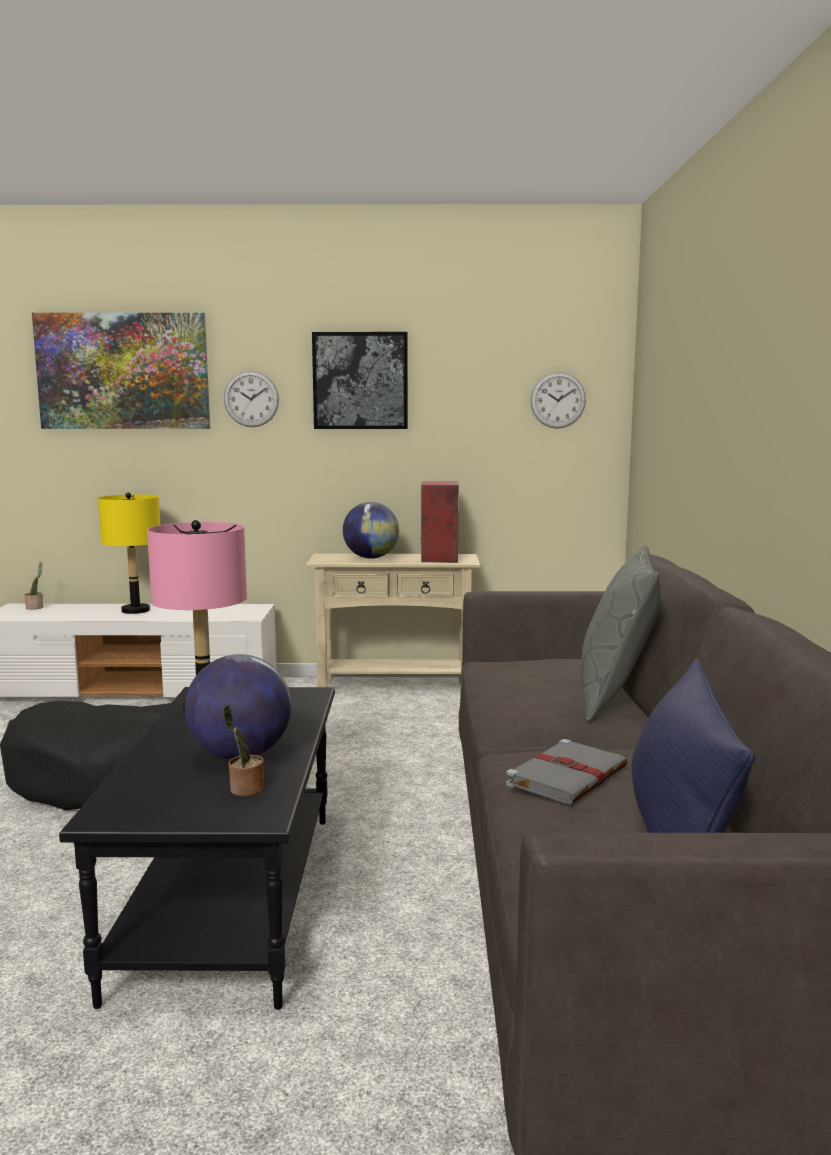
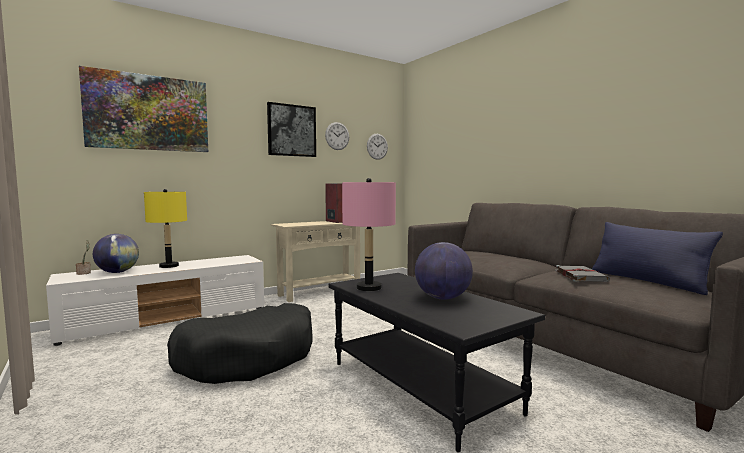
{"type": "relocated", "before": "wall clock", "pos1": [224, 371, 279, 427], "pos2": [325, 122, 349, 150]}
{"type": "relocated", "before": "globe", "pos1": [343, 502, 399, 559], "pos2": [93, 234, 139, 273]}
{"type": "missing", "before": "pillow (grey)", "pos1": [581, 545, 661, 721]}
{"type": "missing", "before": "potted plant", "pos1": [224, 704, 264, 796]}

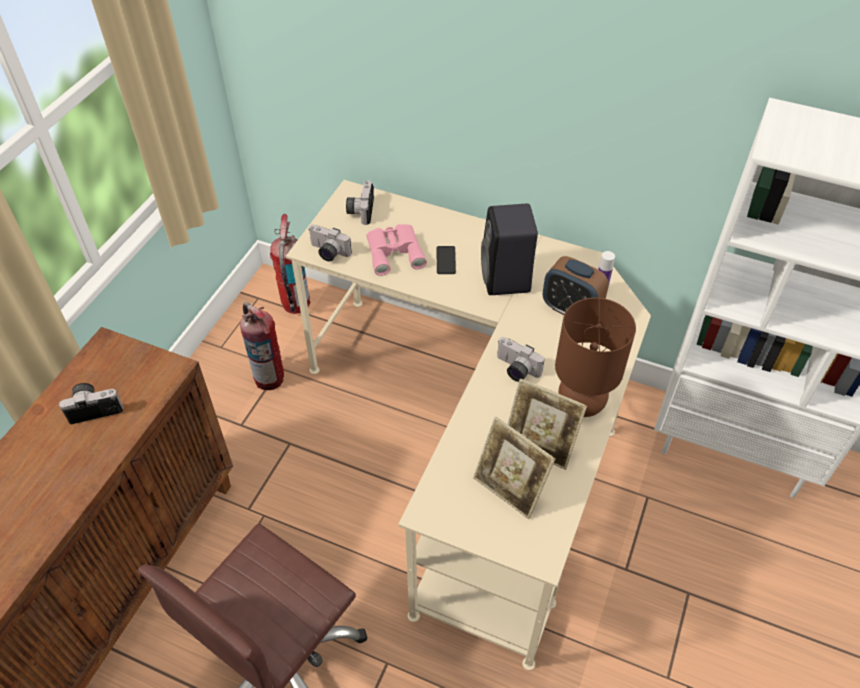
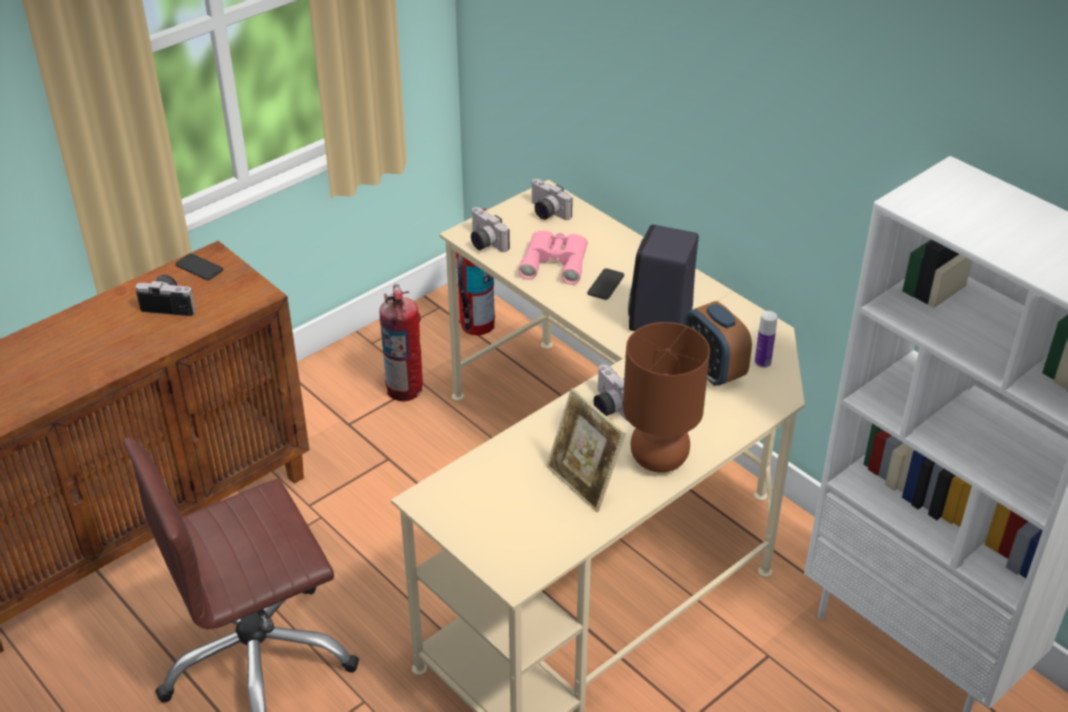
{"type": "spun", "before": "photo camera", "pos1": [346, 180, 374, 225], "pos2": [532, 179, 573, 220], "turn": -75}
{"type": "missing", "before": "picture frame", "pos1": [473, 417, 555, 519]}
{"type": "appeared", "after": "phone", "pos2": [176, 254, 223, 280]}

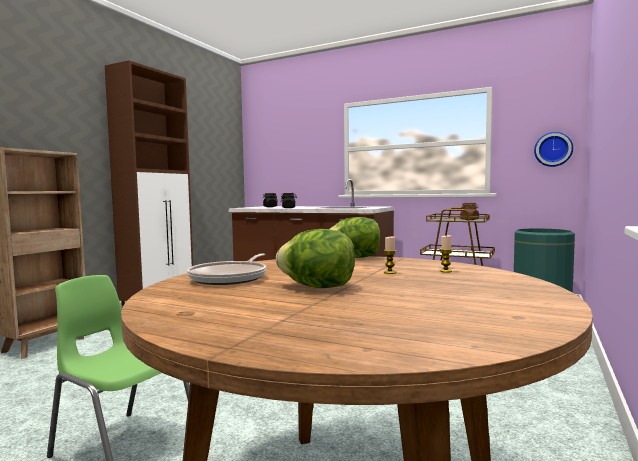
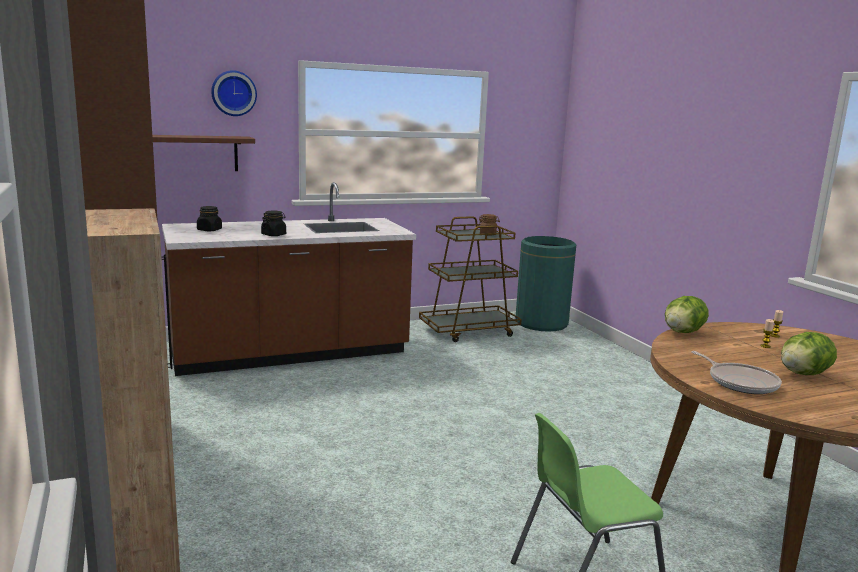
{"type": "relocated", "before": "wall clock", "pos1": [534, 132, 573, 167], "pos2": [211, 70, 257, 116]}
{"type": "appeared", "after": "shelf (brown)", "pos2": [152, 135, 255, 171]}

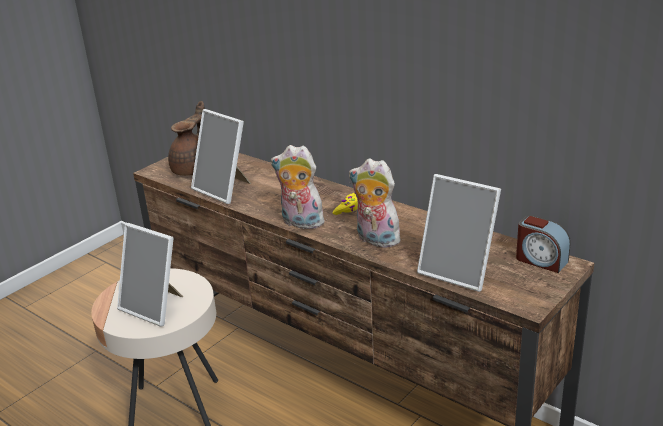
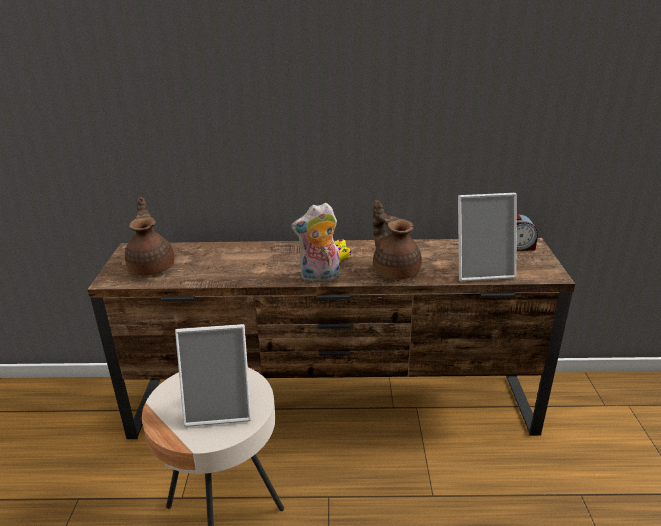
{"type": "missing", "before": "picture frame", "pos1": [191, 109, 251, 204]}
{"type": "exchanged", "before": "plush toy", "after": "teapot (brown)", "pos1": [349, 158, 401, 248], "pos2": [373, 200, 422, 279]}

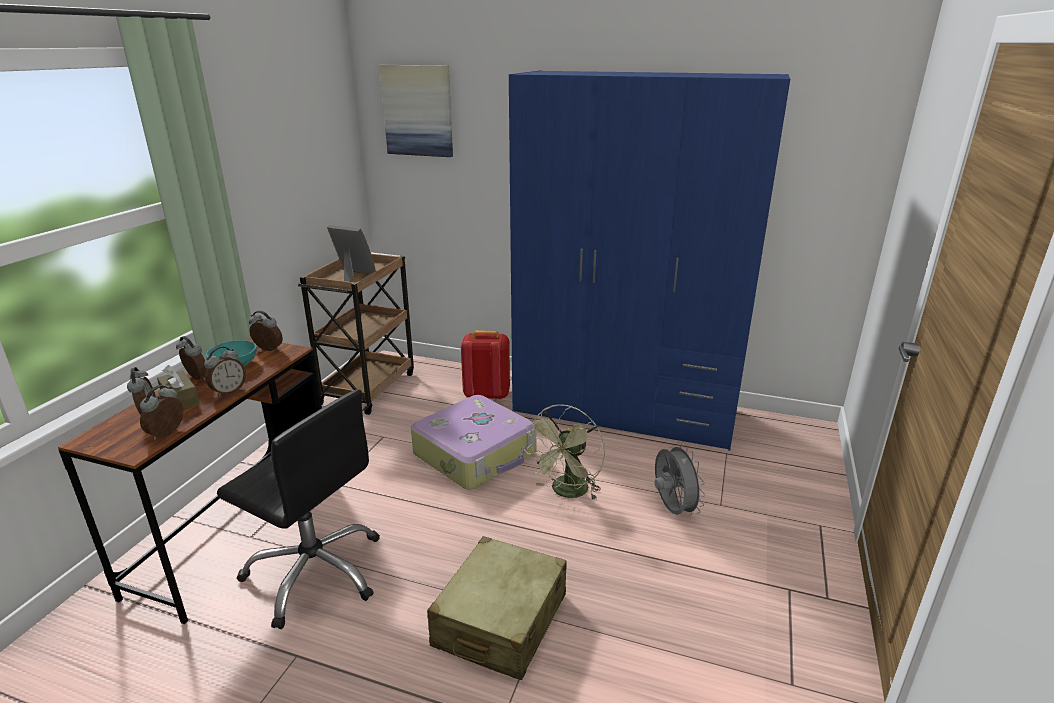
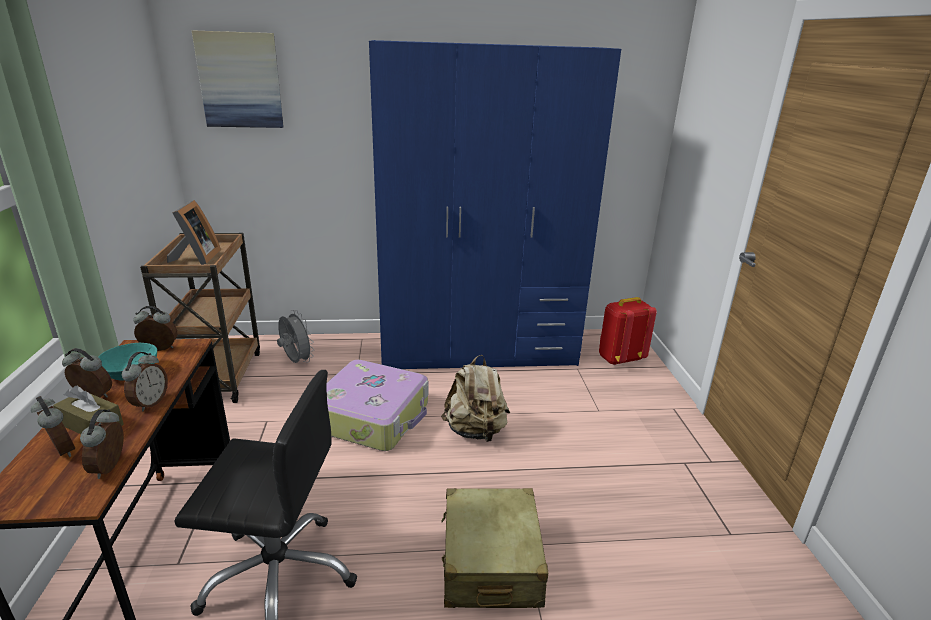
{"type": "spun", "before": "picture frame", "pos1": [327, 225, 376, 282], "pos2": [167, 200, 221, 265], "turn": 90}
{"type": "relocated", "before": "backpack (red)", "pos1": [461, 330, 510, 400], "pos2": [599, 297, 657, 365]}
{"type": "exchanged", "before": "fan (green)", "after": "backpack (beige)", "pos1": [524, 404, 605, 501], "pos2": [441, 355, 510, 443]}
{"type": "relocated", "before": "fan (grey)", "pos1": [654, 442, 706, 516], "pos2": [277, 310, 314, 363]}

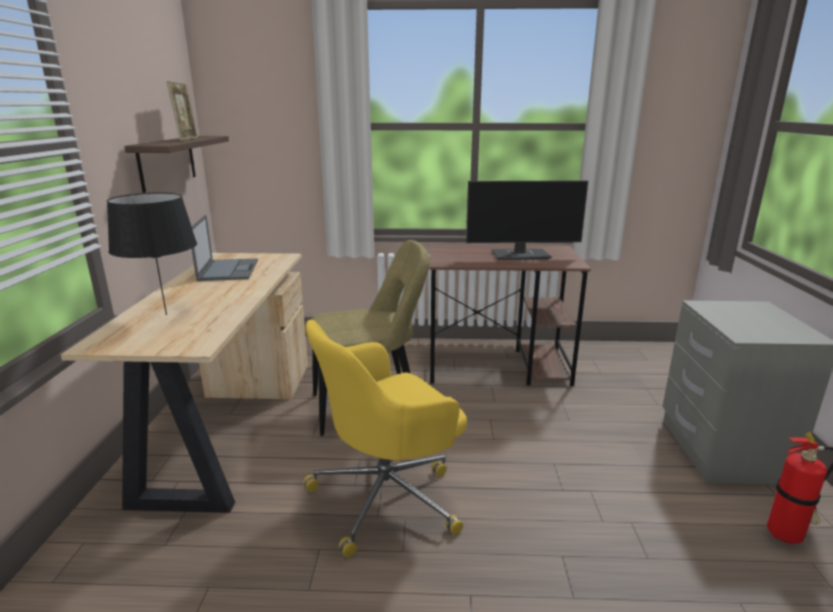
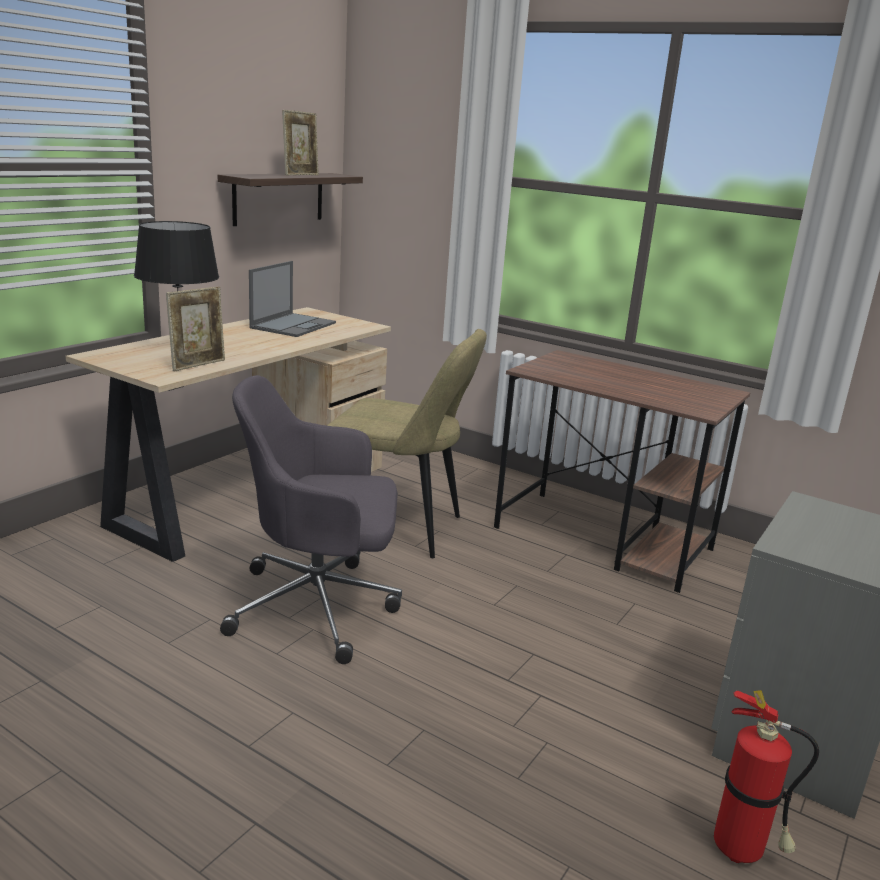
{"type": "missing", "before": "monitor", "pos1": [466, 180, 588, 260]}
{"type": "colour", "before": "office chair (yellow)", "after": "office chair (grey)", "pos1": [303, 320, 467, 558], "pos2": [220, 375, 402, 664]}
{"type": "appeared", "after": "picture frame", "pos2": [166, 287, 225, 372]}

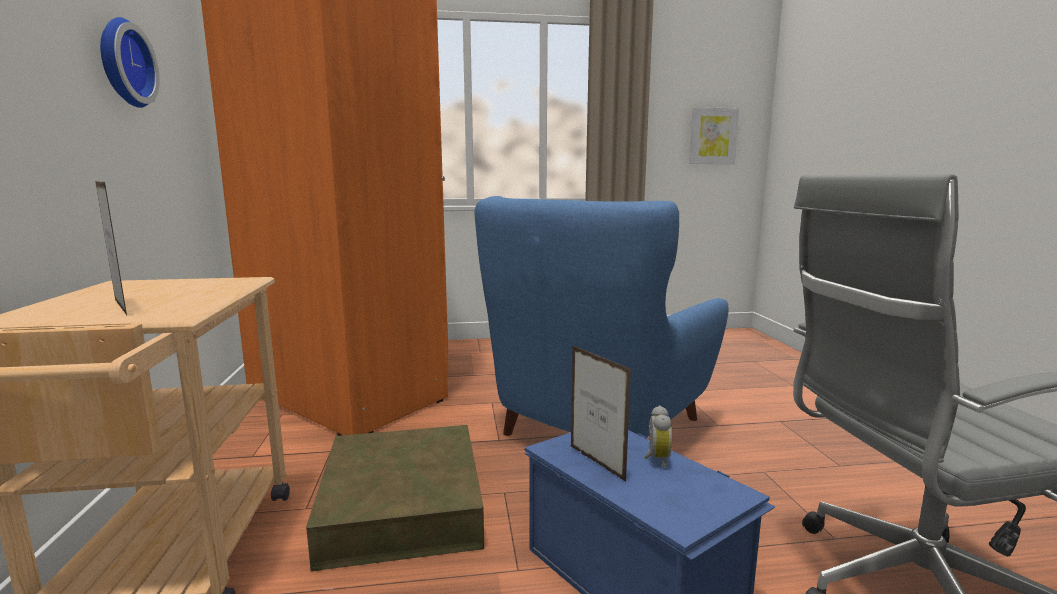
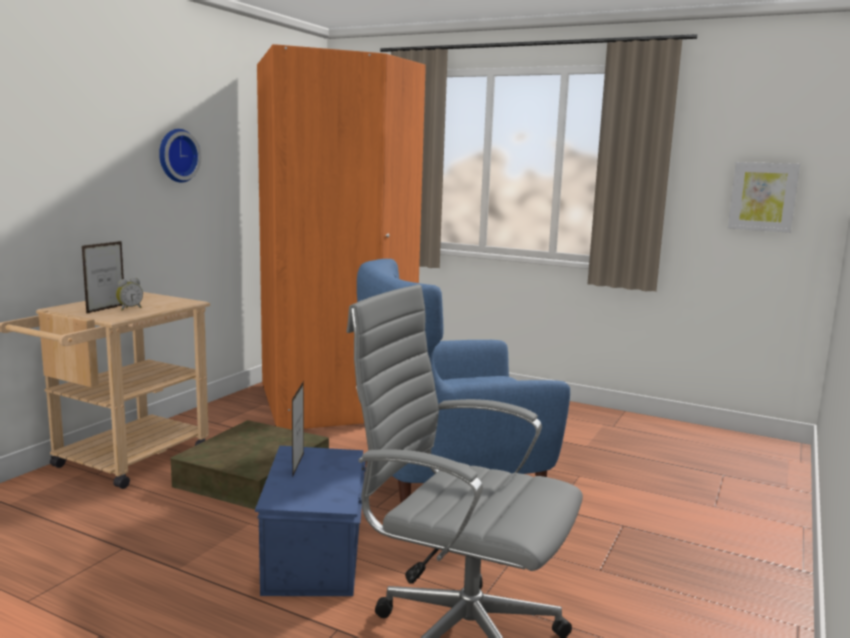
{"type": "spun", "before": "picture frame", "pos1": [95, 181, 127, 315], "pos2": [82, 241, 124, 314], "turn": -150}
{"type": "relocated", "before": "alarm clock", "pos1": [644, 405, 672, 468], "pos2": [116, 278, 143, 311]}

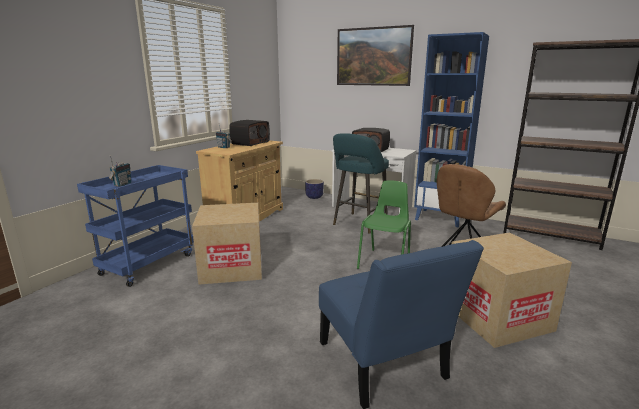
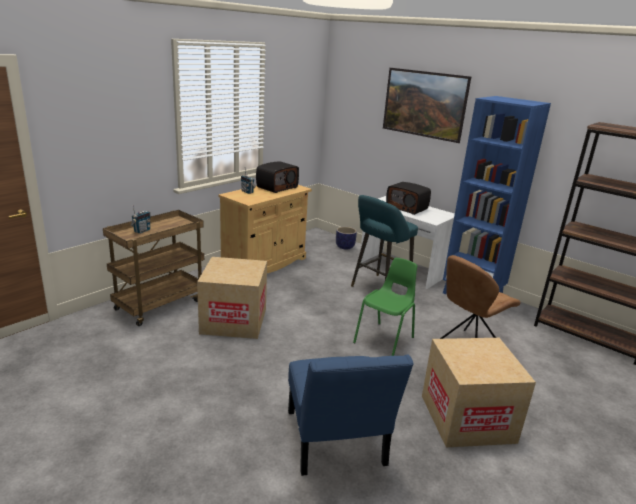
{"type": "colour", "before": "cart (blue)", "after": "cart (brown)", "pos1": [77, 165, 194, 287], "pos2": [103, 210, 204, 326]}

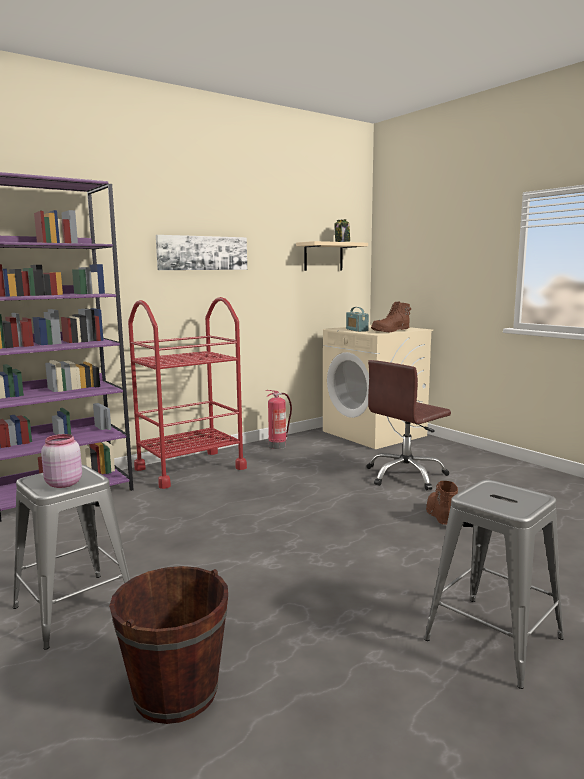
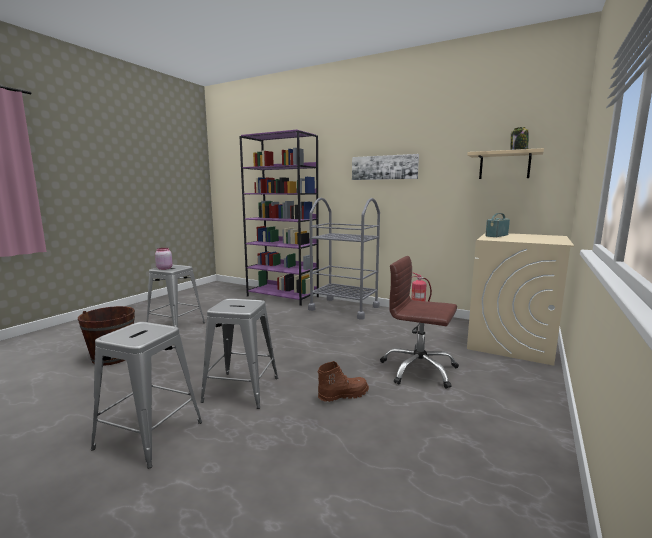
{"type": "colour", "before": "cart (red)", "after": "cart (grey)", "pos1": [128, 297, 247, 489], "pos2": [308, 198, 380, 320]}
{"type": "missing", "before": "boot (brown)", "pos1": [371, 301, 411, 332]}
{"type": "appeared", "after": "stool (grey)", "pos2": [200, 299, 278, 409]}

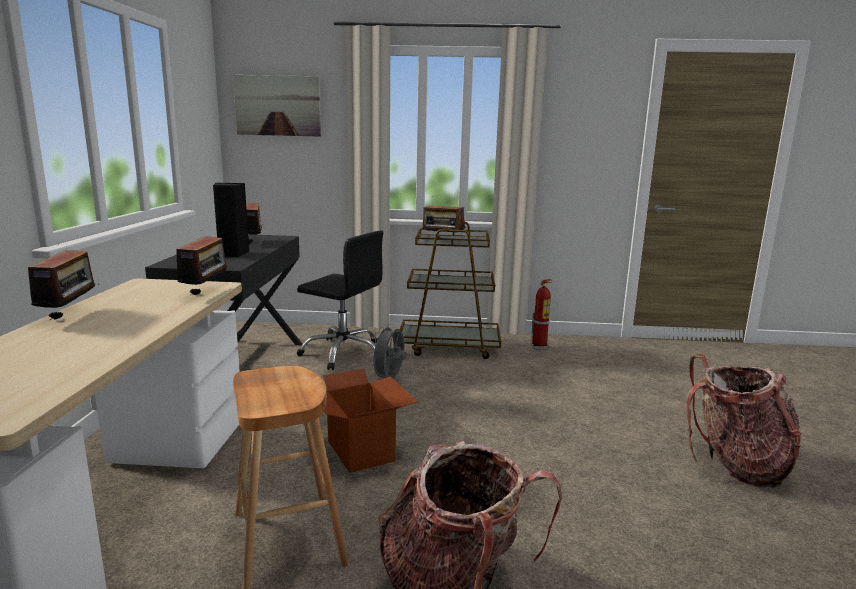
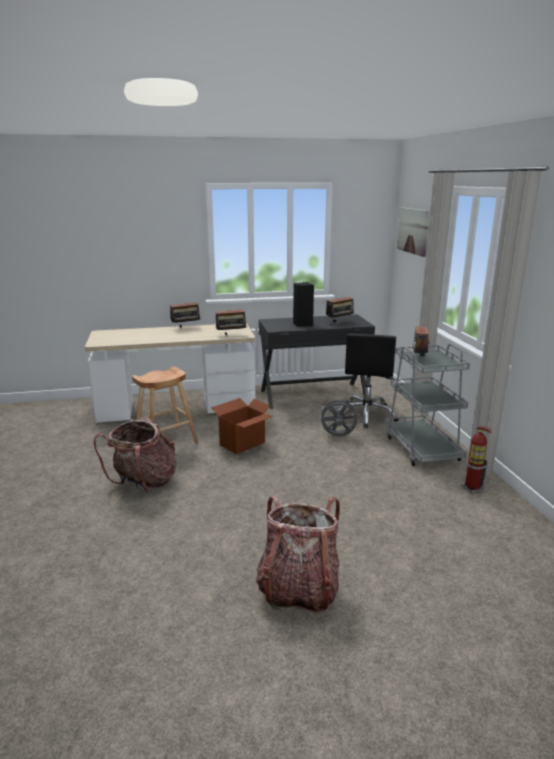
{"type": "colour", "before": "cart (brown)", "after": "cart (grey)", "pos1": [400, 221, 501, 359], "pos2": [385, 343, 470, 466]}

